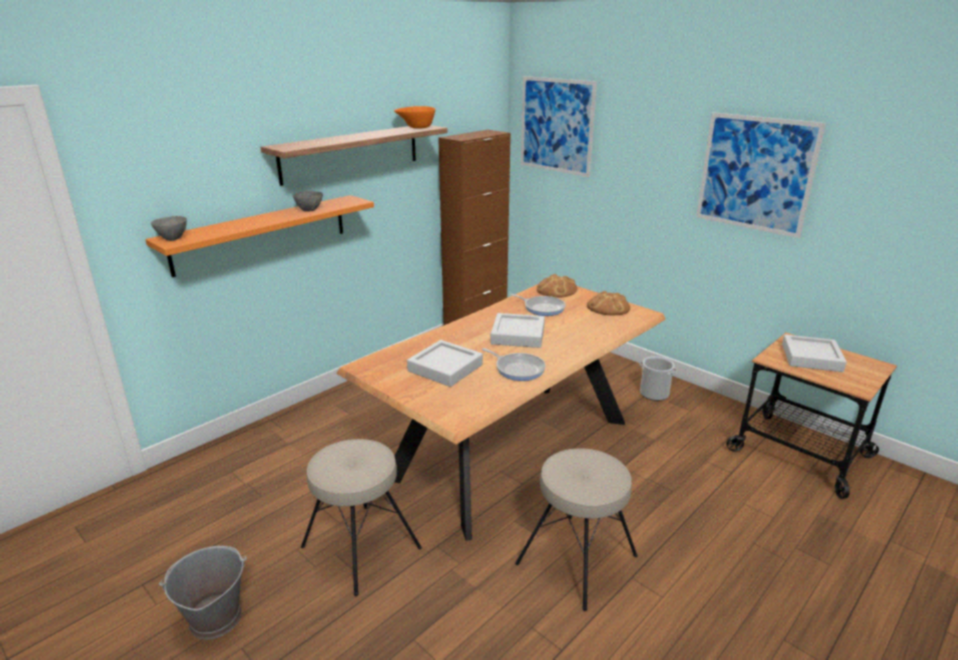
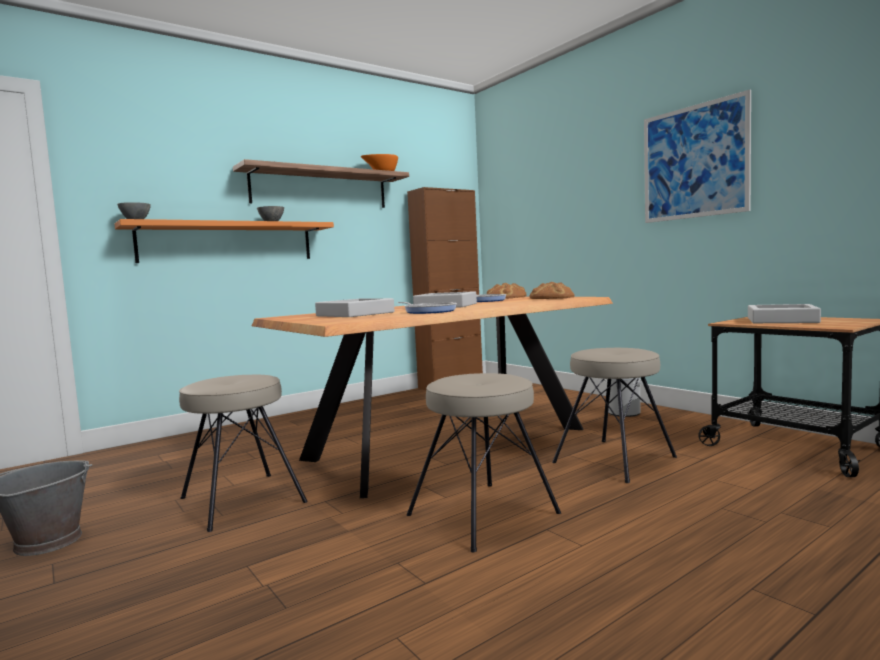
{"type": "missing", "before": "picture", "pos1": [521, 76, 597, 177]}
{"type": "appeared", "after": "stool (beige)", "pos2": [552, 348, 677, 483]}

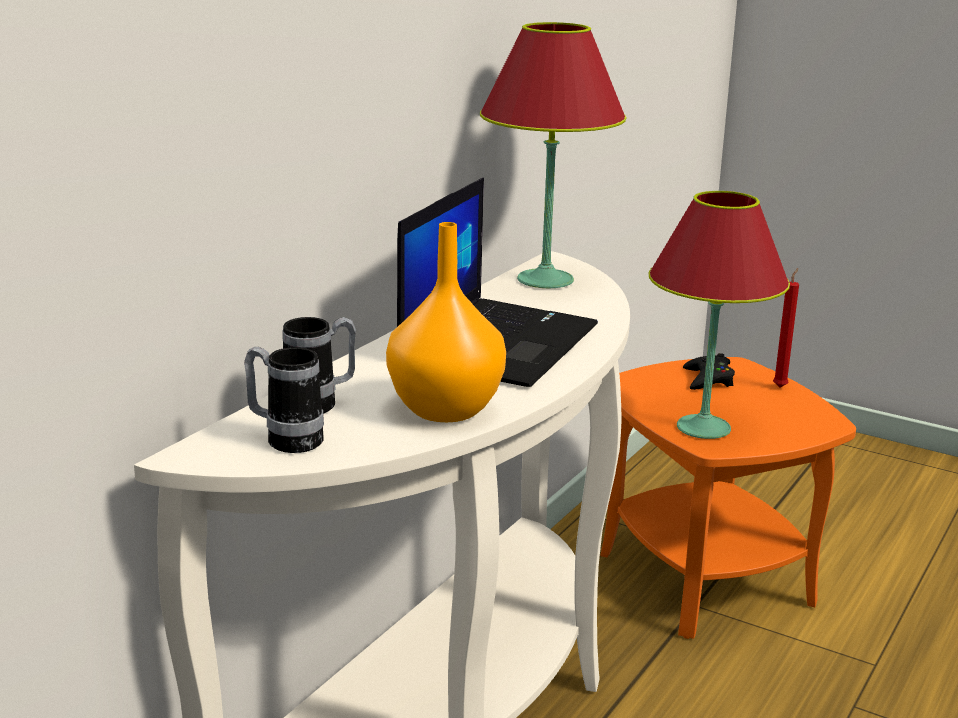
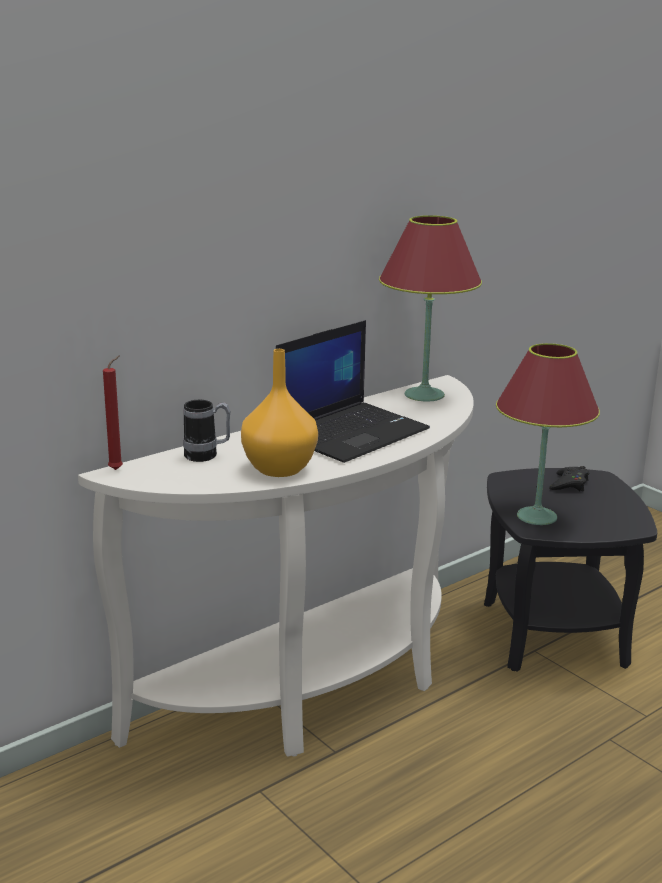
{"type": "relocated", "before": "candle (red)", "pos1": [773, 268, 799, 388], "pos2": [103, 356, 123, 470]}
{"type": "missing", "before": "mug", "pos1": [244, 347, 324, 453]}
{"type": "colour", "before": "side table (orange)", "after": "side table (black)", "pos1": [600, 357, 856, 639], "pos2": [484, 468, 657, 672]}

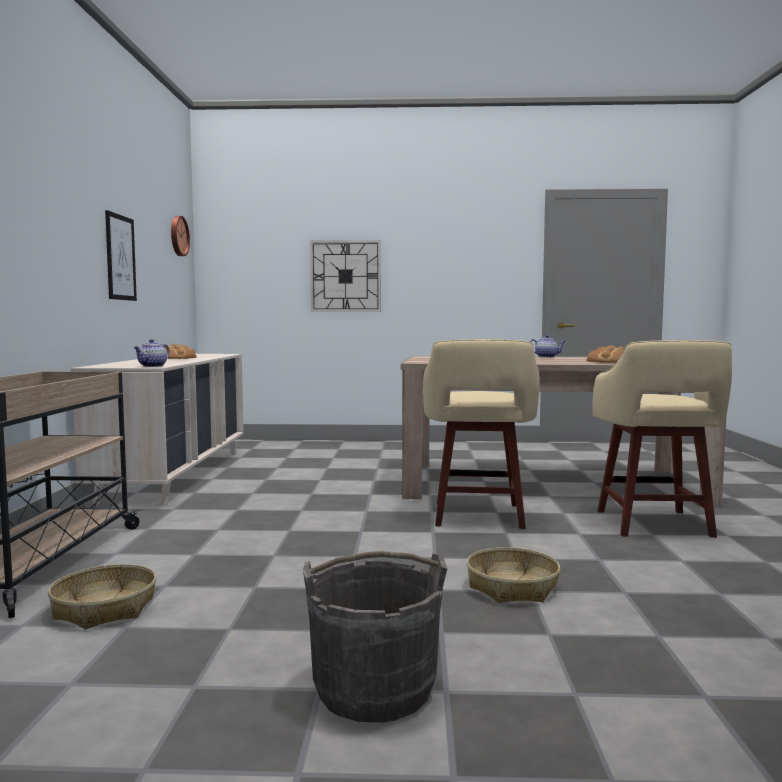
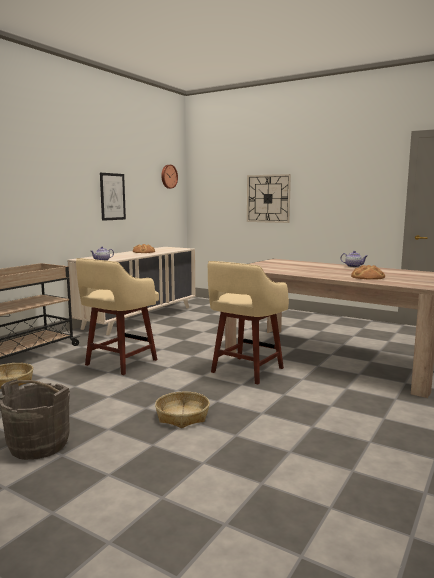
{"type": "relocated", "before": "stool (beige)", "pos1": [593, 340, 732, 538], "pos2": [76, 258, 159, 375]}

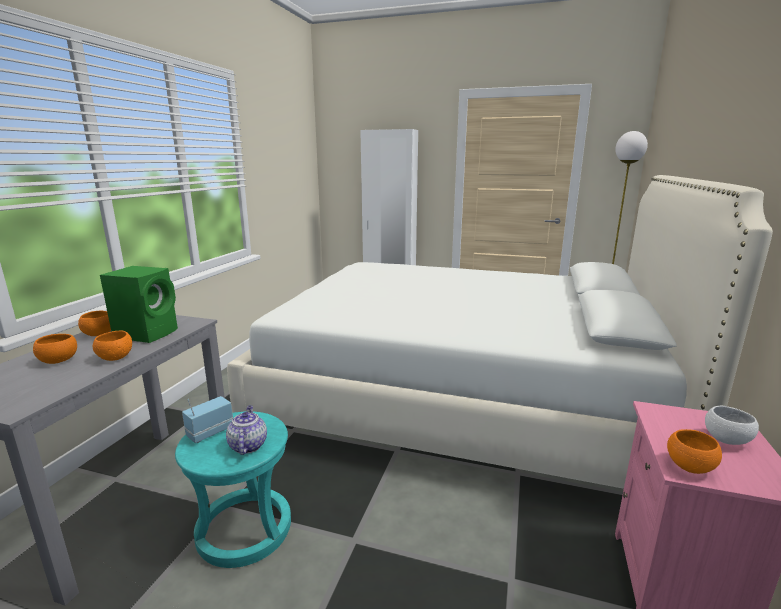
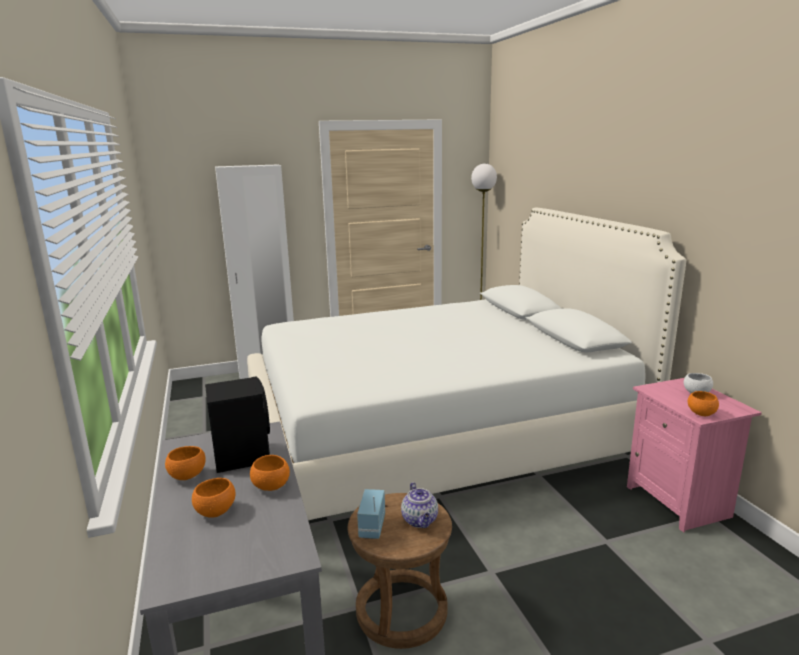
{"type": "colour", "before": "speaker (green)", "after": "speaker (black)", "pos1": [100, 266, 178, 343], "pos2": [205, 376, 270, 473]}
{"type": "spun", "before": "teapot", "pos1": [226, 405, 267, 455], "pos2": [401, 482, 438, 528], "turn": -150}
{"type": "colour", "before": "stool (turquoise)", "after": "stool (brown)", "pos1": [175, 411, 291, 568], "pos2": [348, 493, 452, 649]}

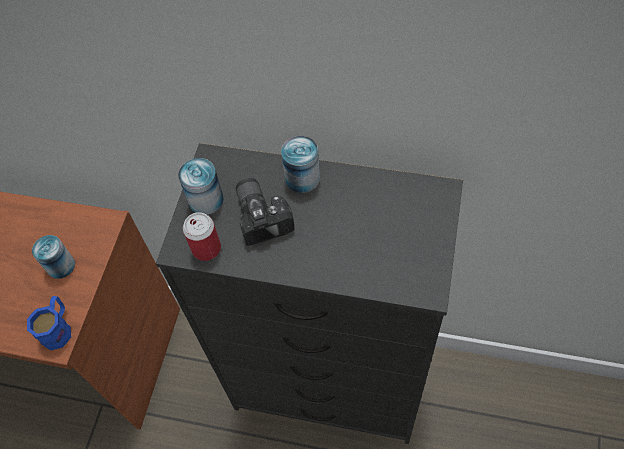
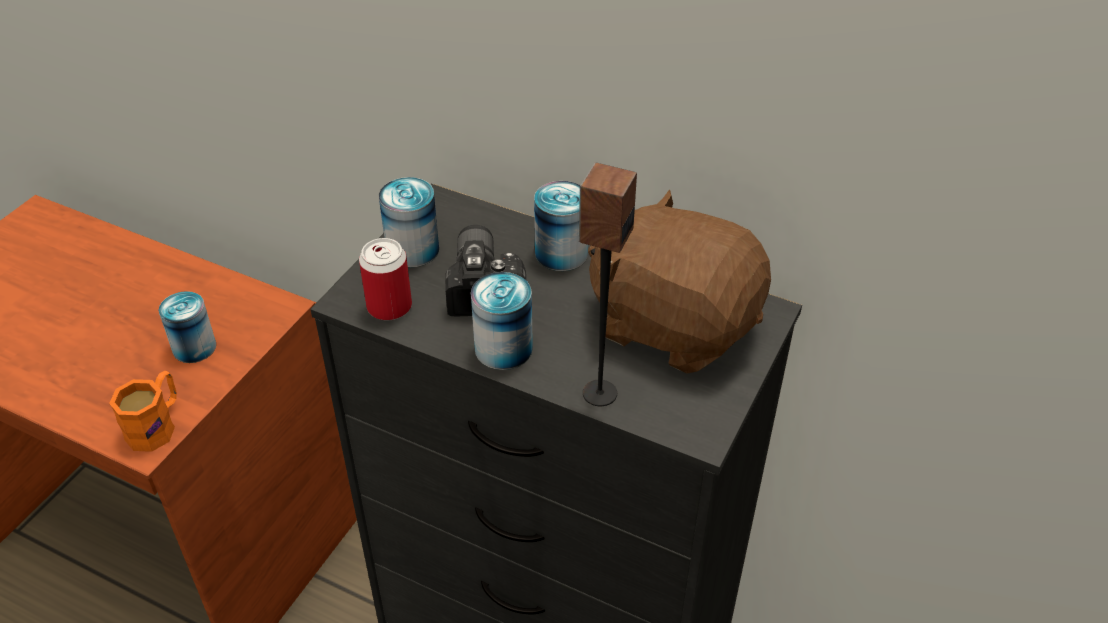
{"type": "colour", "before": "mug (blue)", "after": "mug (orange)", "pos1": [27, 296, 71, 350], "pos2": [109, 371, 177, 452]}
{"type": "appeared", "after": "speaker", "pos2": [579, 163, 637, 406]}
{"type": "appeared", "after": "plush toy (brown)", "pos2": [588, 190, 771, 374]}
{"type": "appeared", "after": "can", "pos2": [471, 272, 533, 370]}

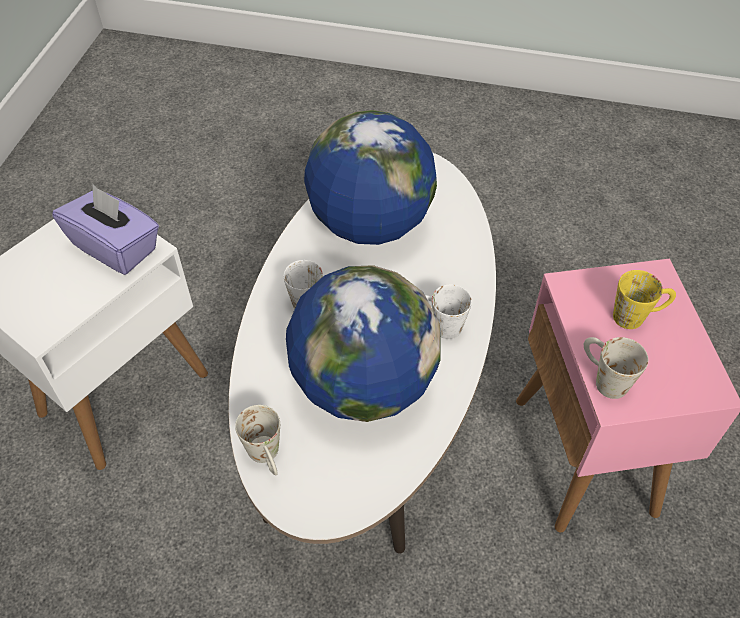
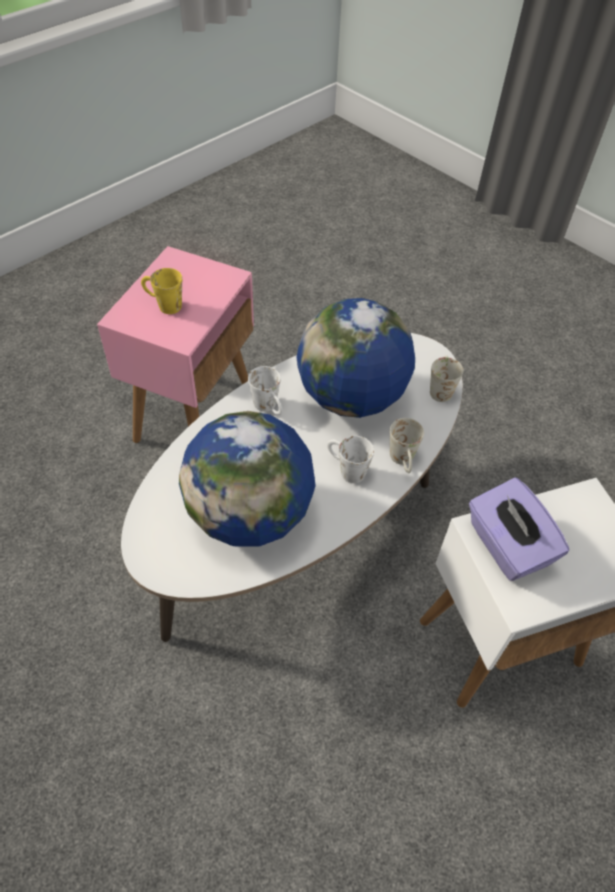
{"type": "relocated", "before": "mug (white)", "pos1": [584, 337, 648, 399], "pos2": [390, 418, 424, 473]}

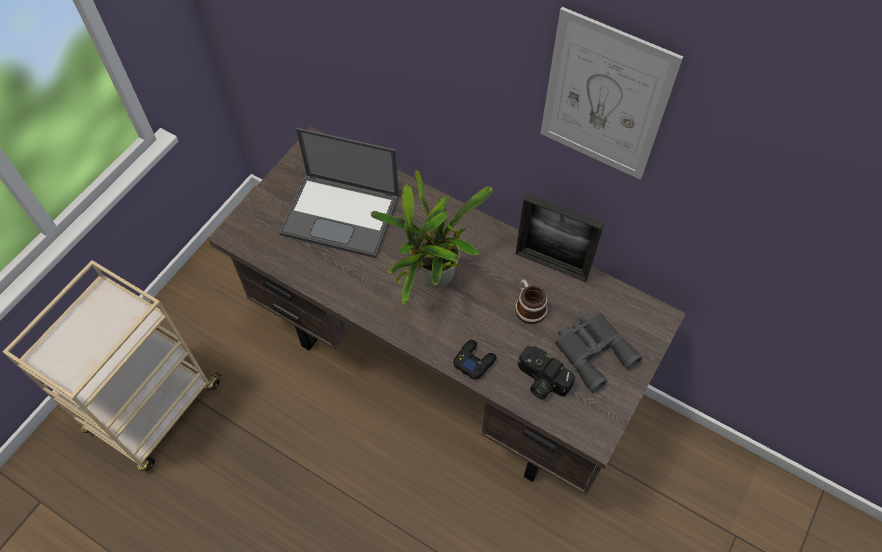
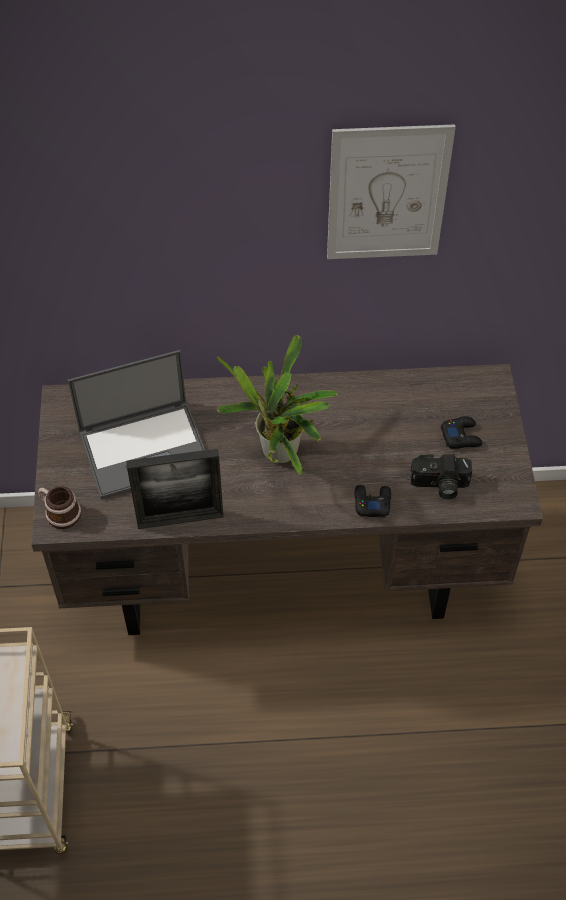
{"type": "relocated", "before": "picture frame", "pos1": [516, 193, 604, 282], "pos2": [126, 448, 223, 529]}
{"type": "relocated", "before": "mug", "pos1": [515, 279, 548, 324], "pos2": [38, 486, 81, 529]}
{"type": "exchanged", "before": "binoculars (grey)", "after": "game controller (black)", "pos1": [555, 312, 642, 393], "pos2": [441, 416, 482, 449]}

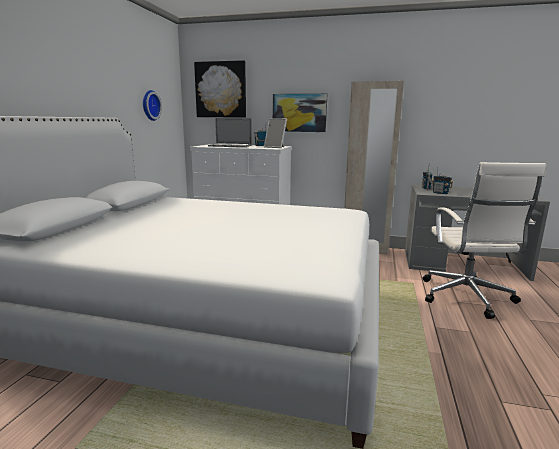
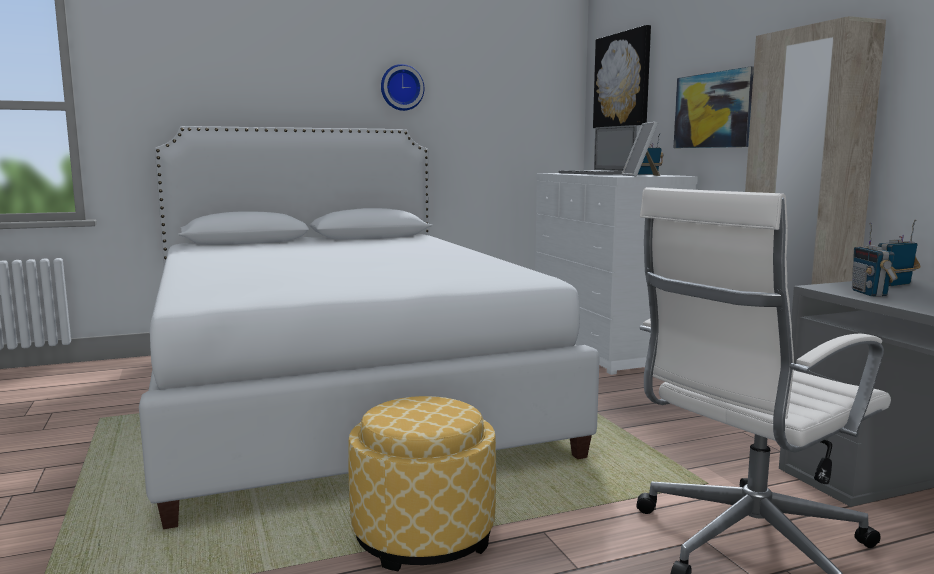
{"type": "relocated", "before": "wall clock", "pos1": [143, 90, 162, 121], "pos2": [381, 64, 424, 111]}
{"type": "appeared", "after": "ottoman", "pos2": [348, 396, 496, 571]}

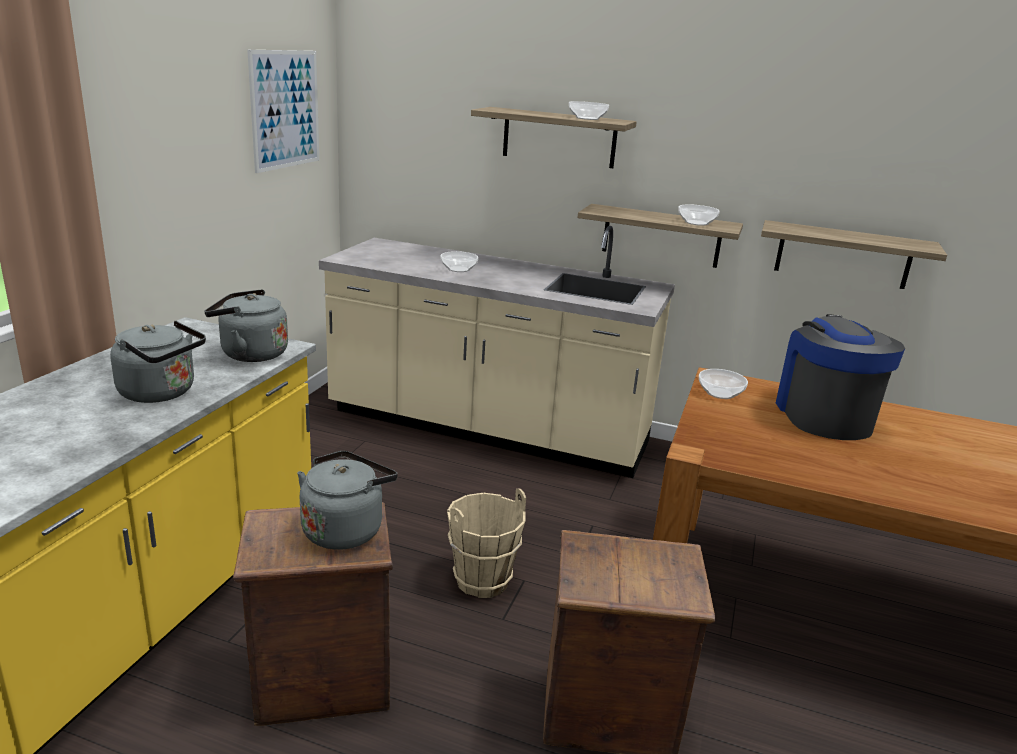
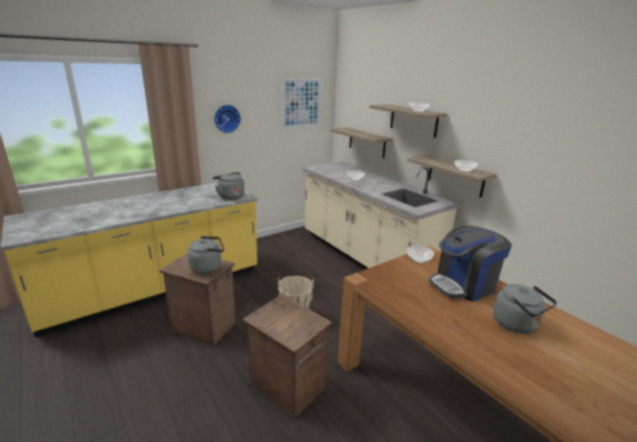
{"type": "relocated", "before": "shelf", "pos1": [761, 220, 947, 289], "pos2": [330, 127, 392, 158]}
{"type": "spun", "before": "coffee machine", "pos1": [776, 314, 905, 440], "pos2": [429, 226, 512, 302], "turn": -150}
{"type": "relocated", "before": "kettle (grey)", "pos1": [110, 321, 206, 403], "pos2": [493, 284, 557, 334]}
{"type": "appeared", "after": "wall clock", "pos2": [214, 105, 241, 134]}

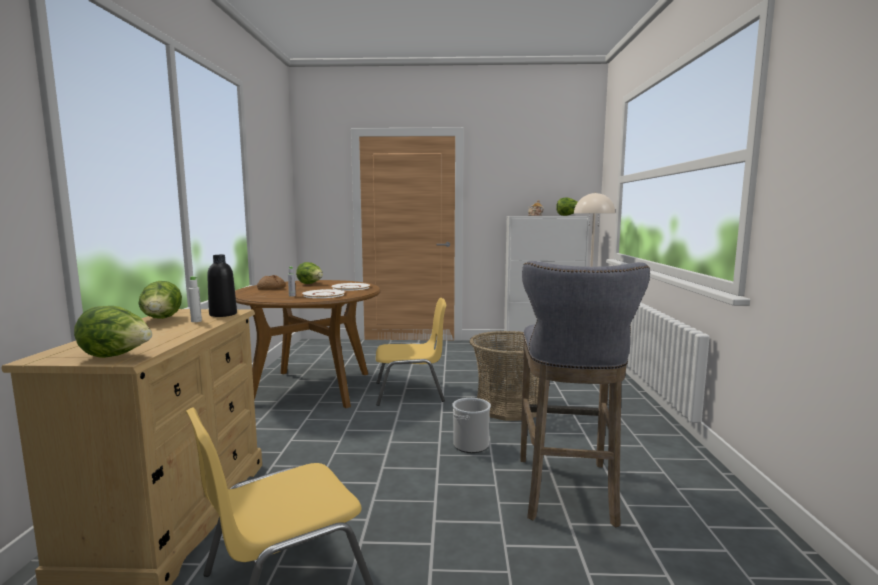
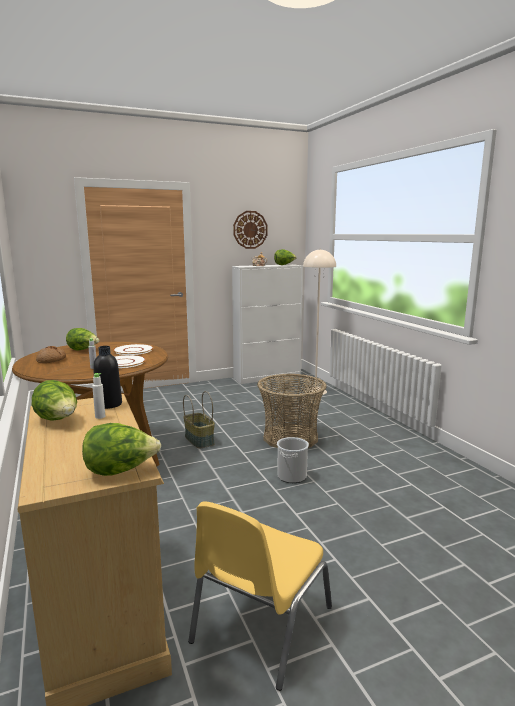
{"type": "missing", "before": "stool (grey)", "pos1": [520, 261, 650, 528]}
{"type": "exchanged", "before": "chair (yellow)", "after": "basket", "pos1": [376, 298, 446, 406], "pos2": [183, 391, 215, 449]}
{"type": "appeared", "after": "wall clock", "pos2": [233, 211, 268, 249]}

